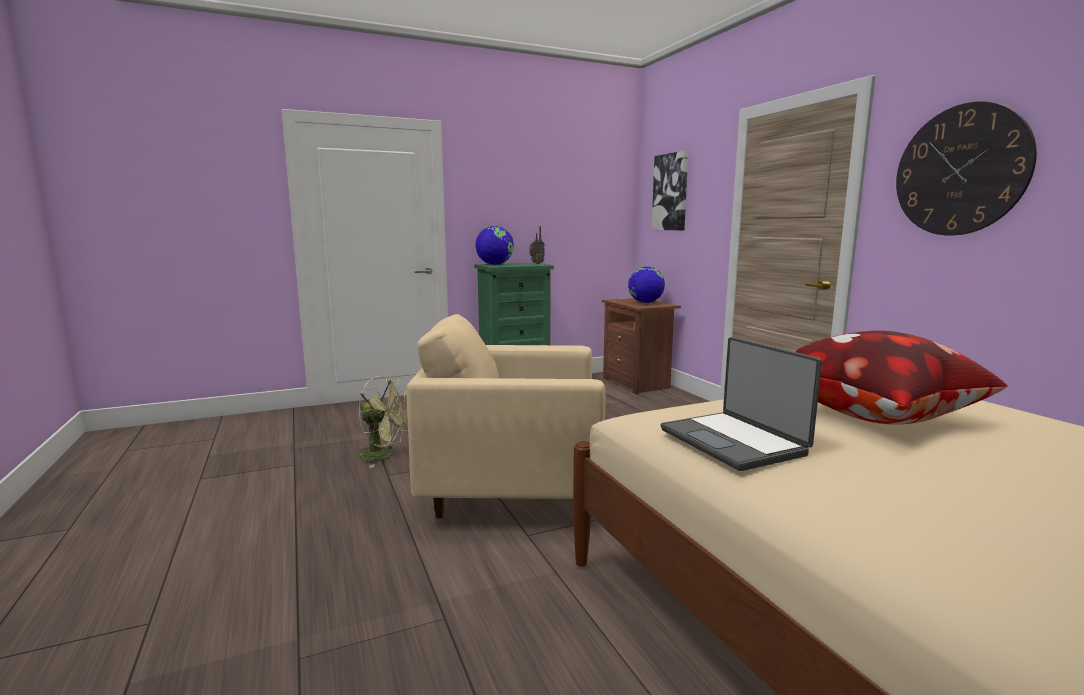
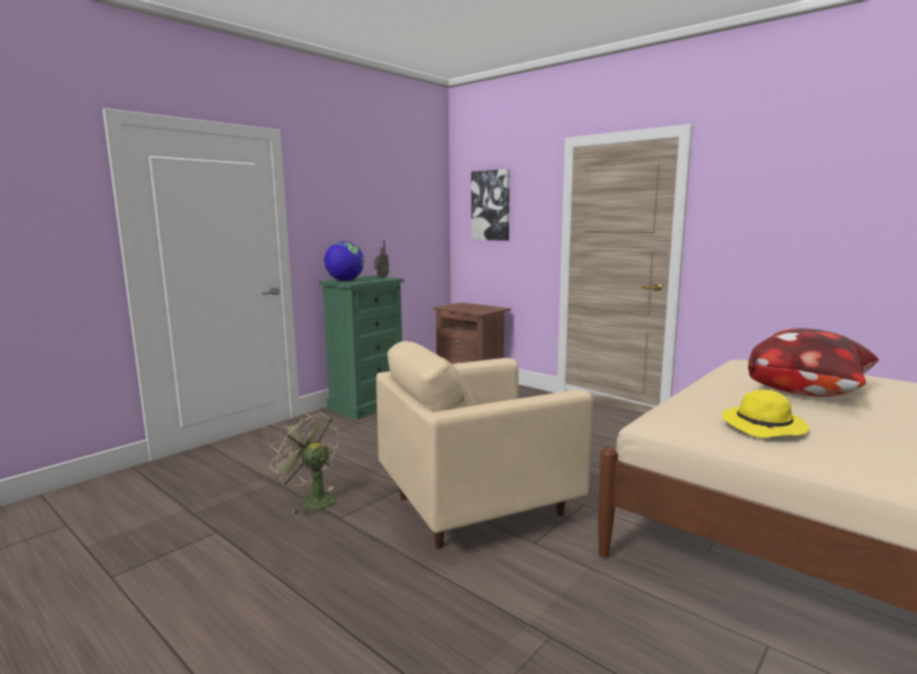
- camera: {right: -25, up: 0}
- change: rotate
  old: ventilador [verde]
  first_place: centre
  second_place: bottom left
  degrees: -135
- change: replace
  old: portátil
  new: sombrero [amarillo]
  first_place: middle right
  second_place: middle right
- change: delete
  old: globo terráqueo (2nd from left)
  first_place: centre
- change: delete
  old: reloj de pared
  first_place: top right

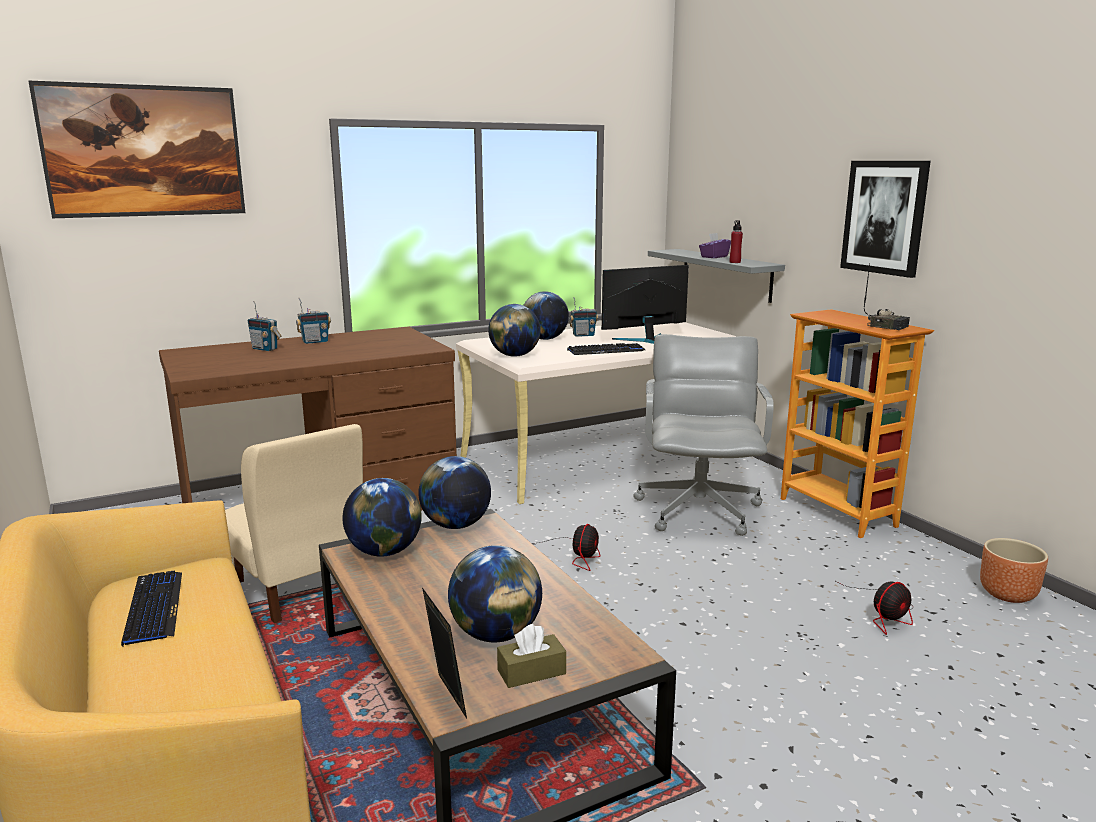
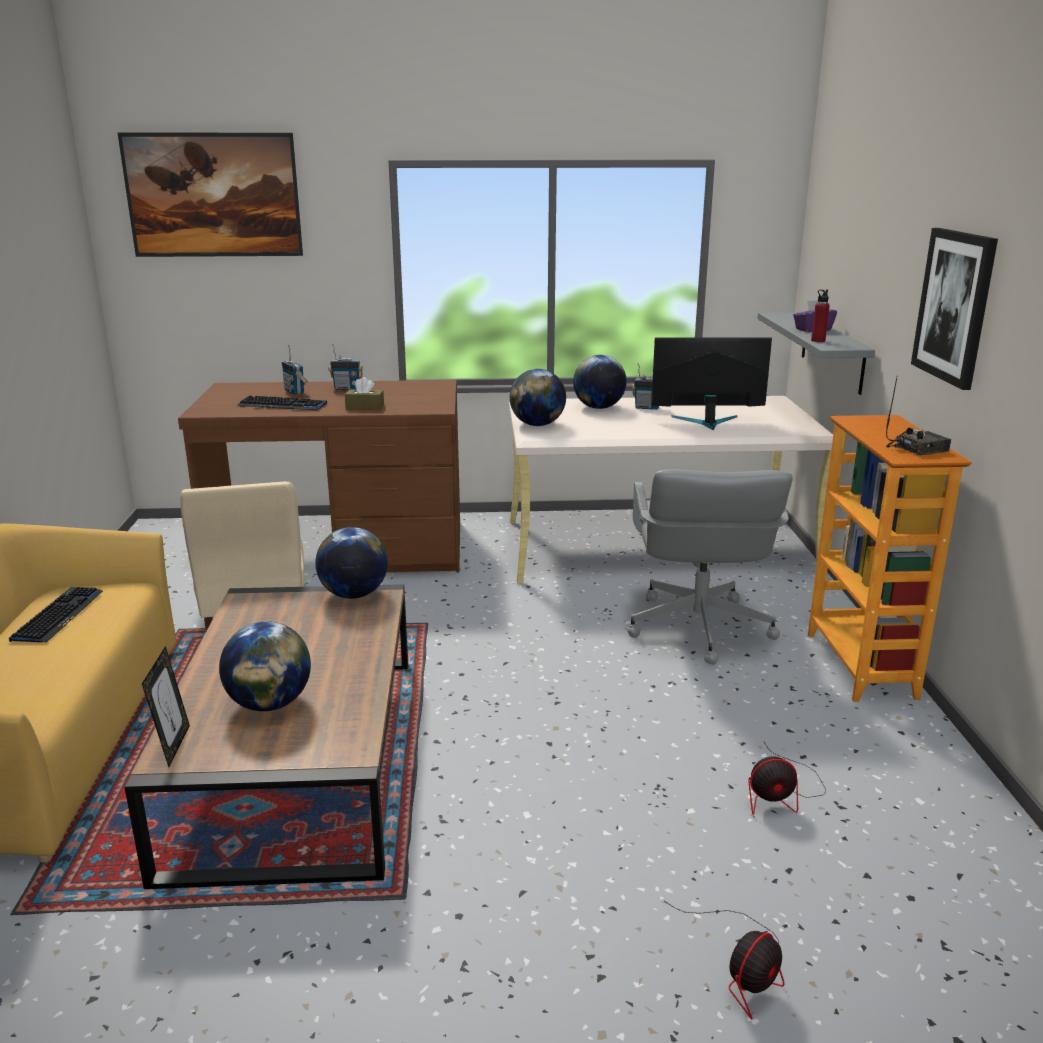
- camera: {right: 25, up: 5}
- change: move
  old: teclado (2nd from left)
  first_place: centre
  second_place: middle left
- change: move
  old: caja de pañuelos [marrón]
  first_place: bottom centre
  second_place: centre
- change: rotate
  old: silla de oficina [gris]
  first_place: centre
  second_place: middle right
  degrees: 150
- change: move
  old: ventilador (1st from left)
  first_place: centre
  second_place: bottom right
- change: rotate
  old: radio (4th from left)
  first_place: middle right
  second_place: middle right
  degrees: -90
- change: delete
  old: globo terráqueo (1st from left)
  first_place: centre
- change: delete
  old: maceta [marrón]
  first_place: bottom right

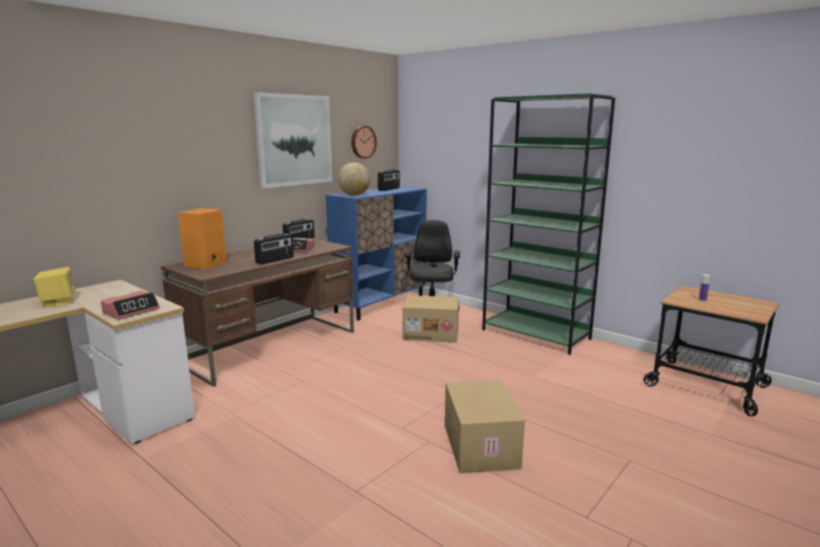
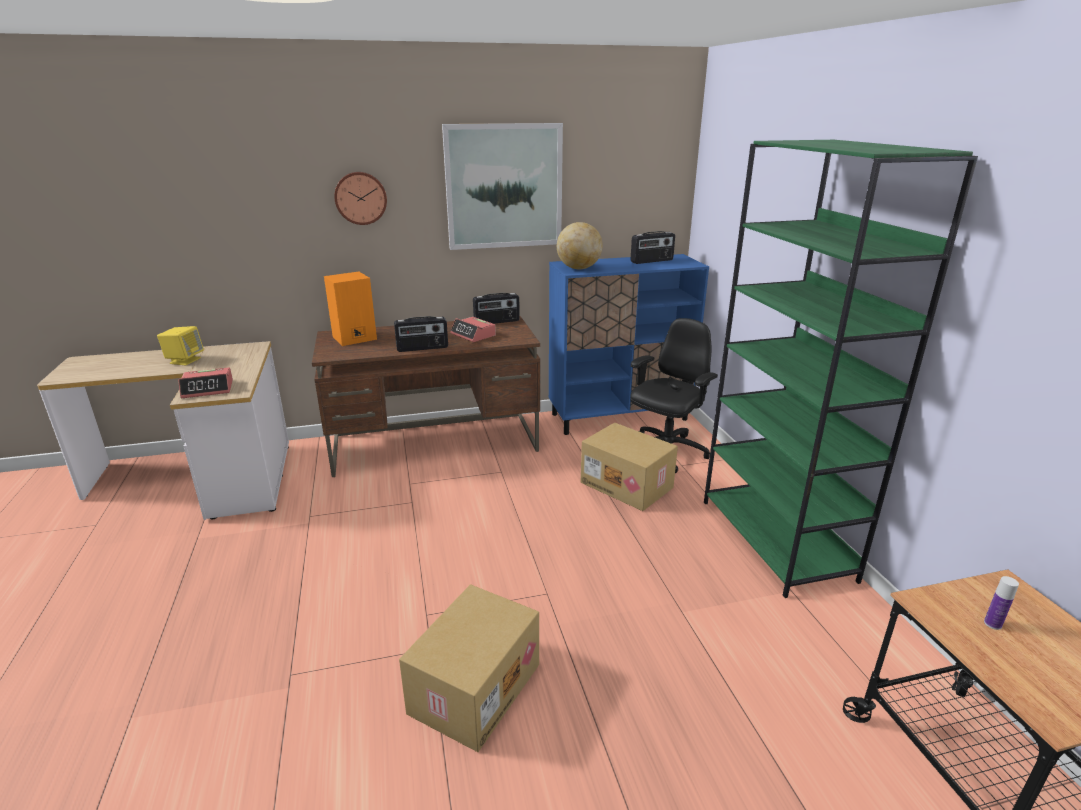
- camera: {right: 35, up: 10}
- change: move
  old: reloj de pared
  first_place: top centre
  second_place: top left

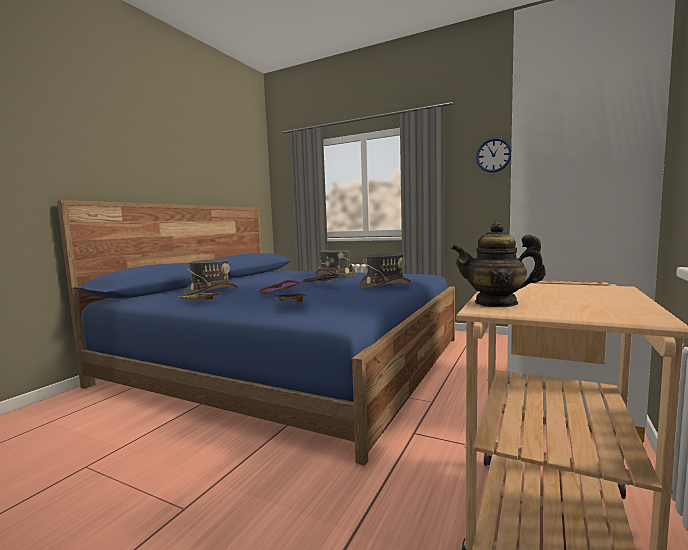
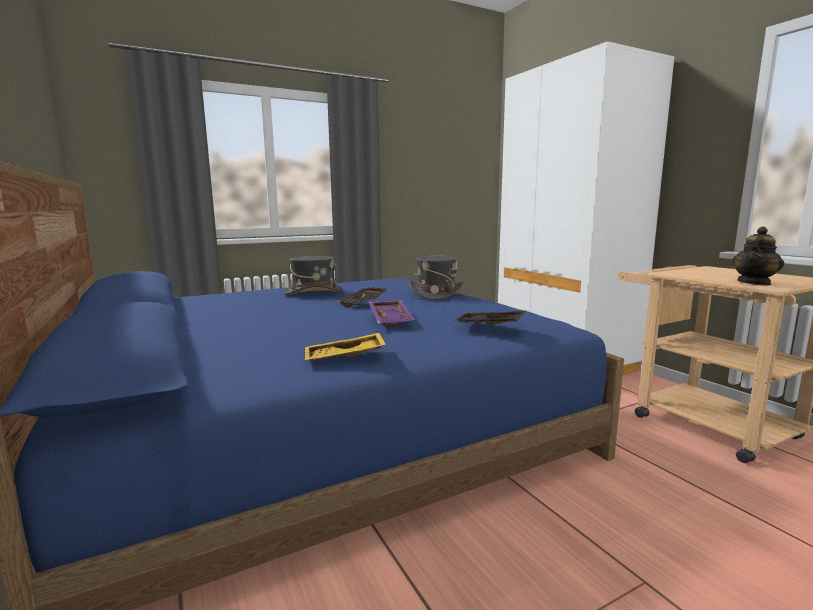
- camera: {right: -55, up: 5}
- change: delete
  old: sombrero [gris] (1st from left)
  first_place: middle left
- change: delete
  old: reloj de pared
  first_place: top right

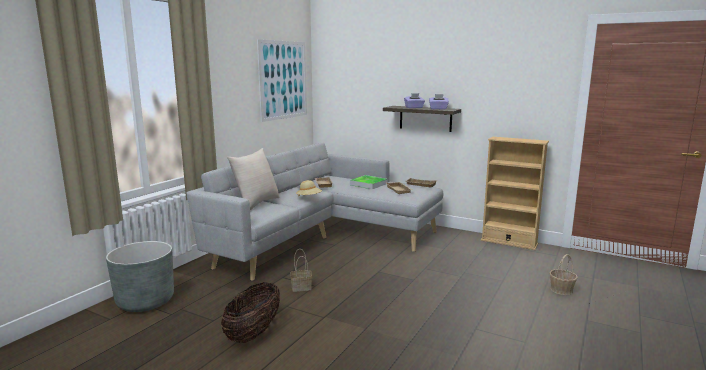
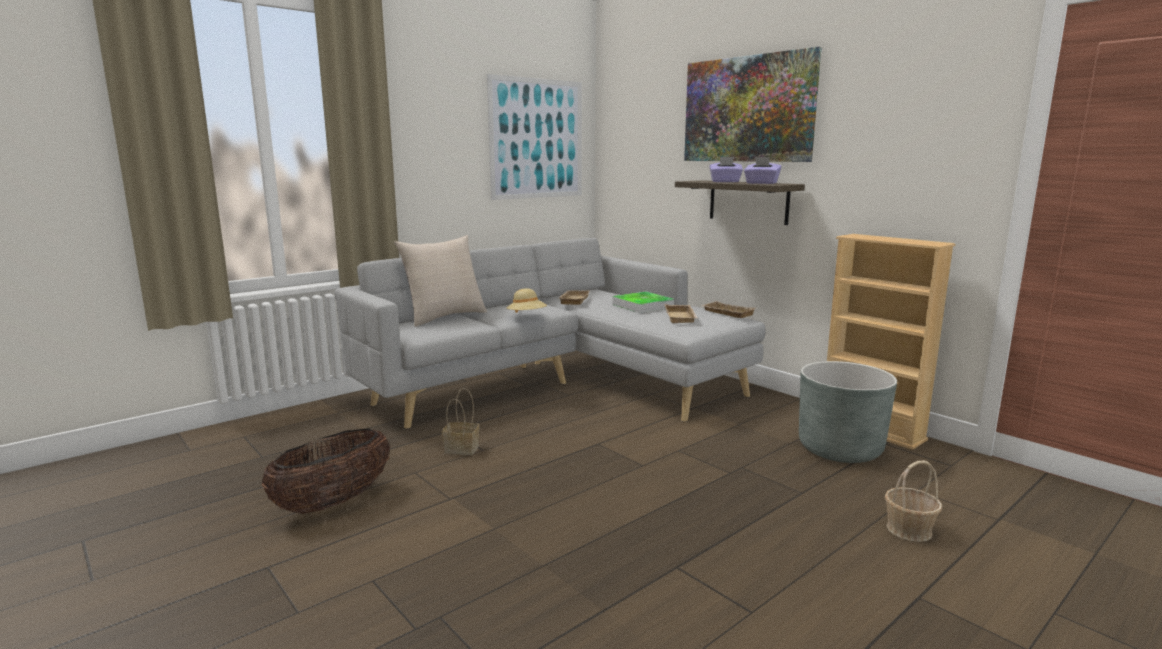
- camera: {right: 20, up: 0}
- change: insert
  new: cuadro (2nd from left)
  second_place: top centre
- change: move
  old: maceta [gris]
  first_place: bottom left
  second_place: middle right

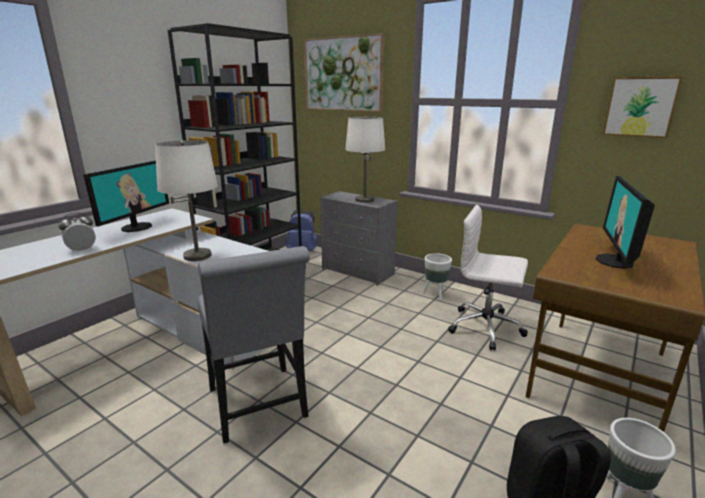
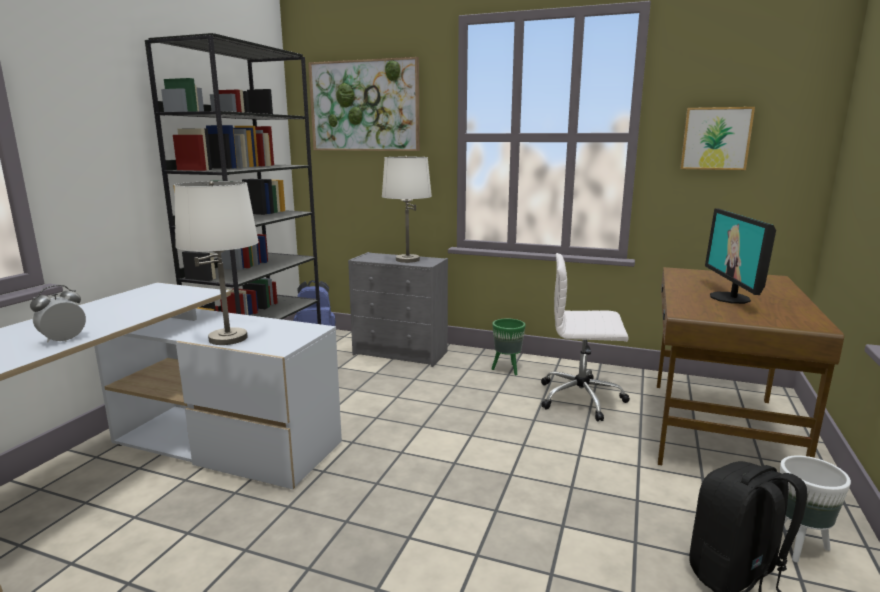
- camera: {right: -15, up: -5}
- change: recolor
  old: maceta [blanco] (1st from left)
  new: maceta [verde]
  first_place: centre
  second_place: centre
- change: delete
  old: monitor (1st from left)
  first_place: middle left
- change: delete
  old: silla [gris]
  first_place: bottom centre

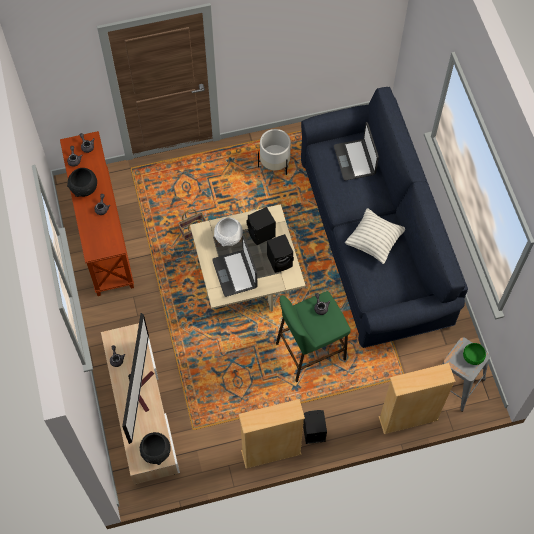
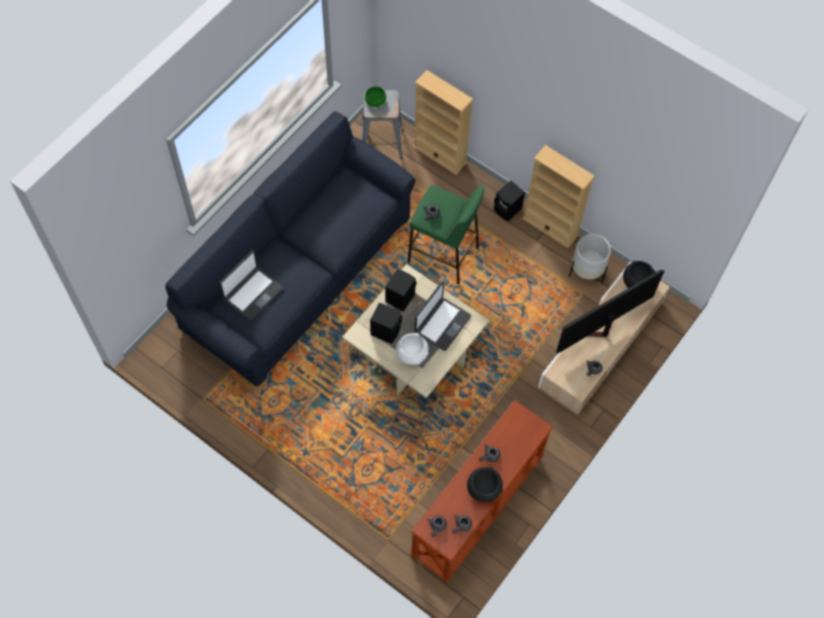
- camera: {right: -130, up: 0}
- change: move
  old: maceta [blanco]
  first_place: top centre
  second_place: middle right
- change: delete
  old: cojín
  first_place: middle right

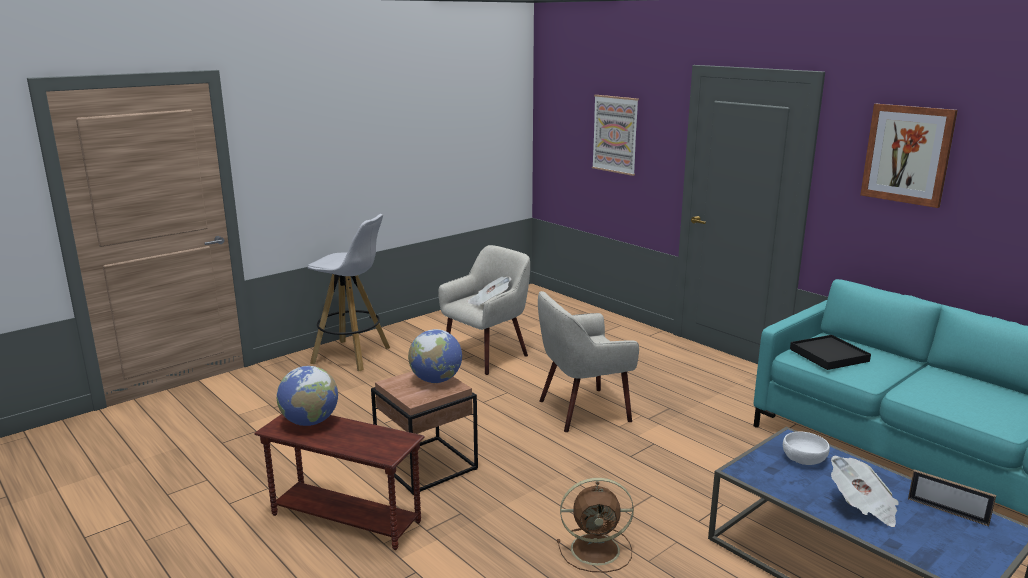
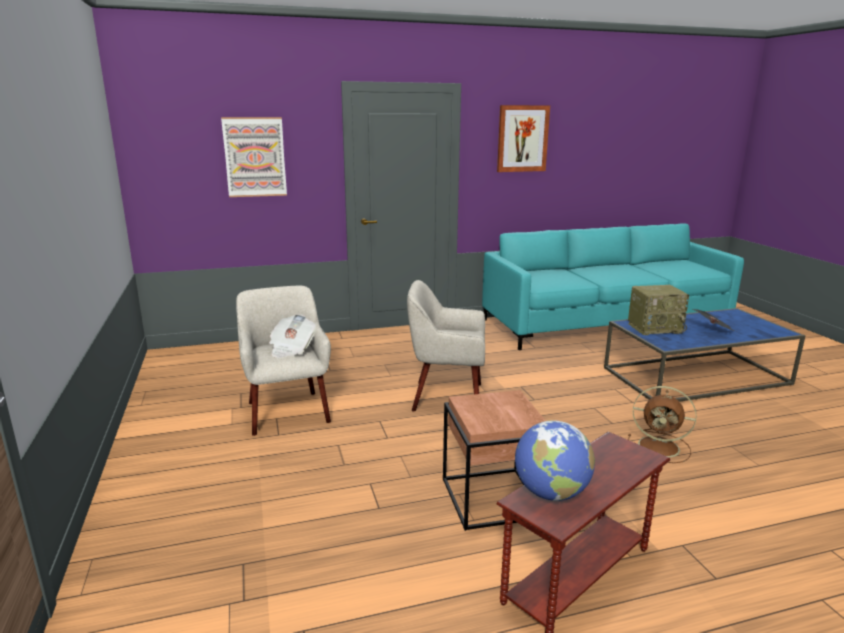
- camera: {right: -65, up: 0}
- change: rotate
  old: sillón [beis] (2nd from left)
  first_place: centre
  second_place: centre
  degrees: 90
- change: replace
  old: cuenco [blanco]
  new: radio
  first_place: bottom right
  second_place: middle right
- change: rotate
  old: ventilador [marrón]
  first_place: bottom centre
  second_place: bottom right
  degrees: 90
- change: delete
  old: taburete [blanco]
  first_place: centre
- change: delete
  old: globo terráqueo (2nd from left)
  first_place: centre
- change: delete
  old: bandeja [negro]
  first_place: middle right
- change: delete
  old: portarretratos
  first_place: bottom right

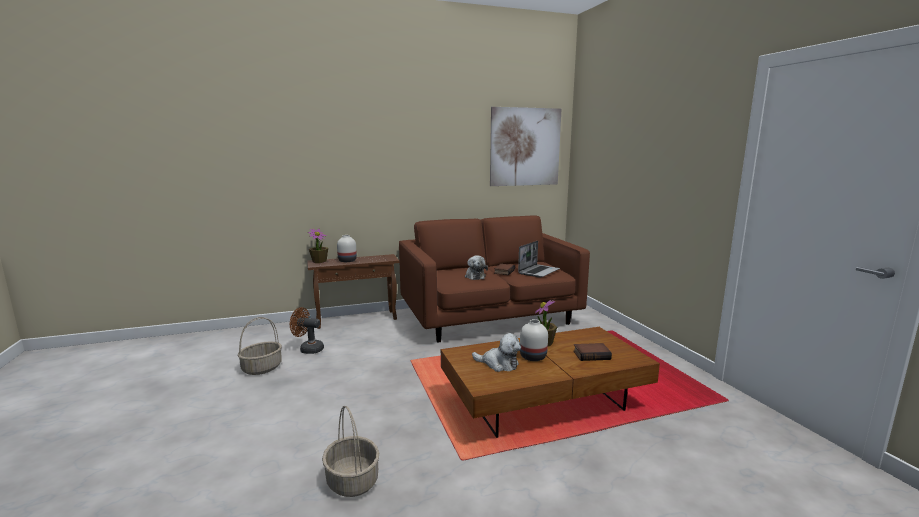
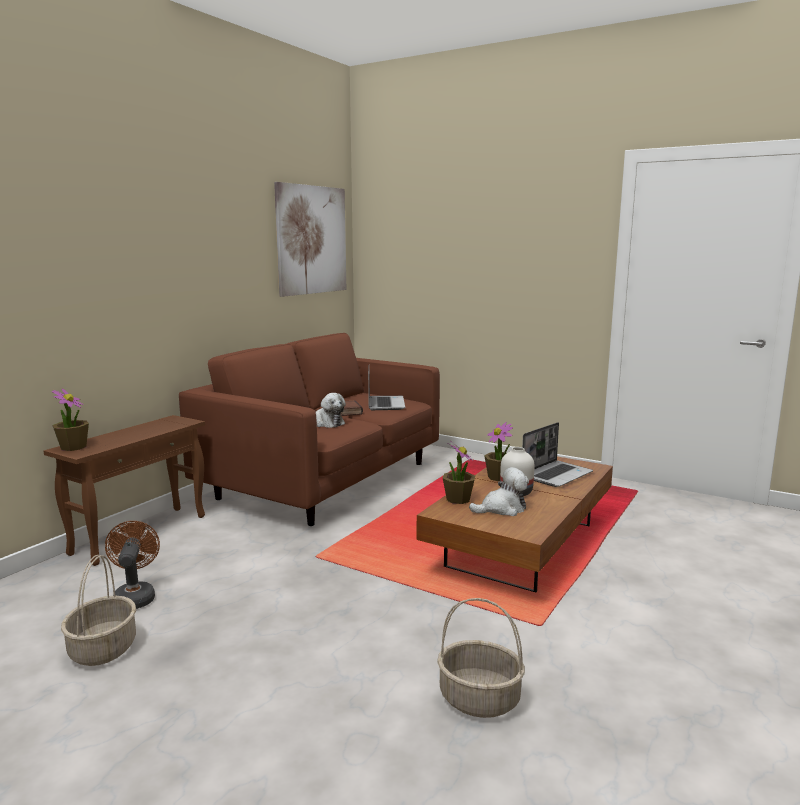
- camera: {right: -40, up: 0}
- change: rotate
  old: ventilador [marrón]
  first_place: centre
  second_place: bottom left
  degrees: 105
- change: insert
  new: planta en maceta (2nd from left)
  second_place: centre
- change: replace
  old: libro (2nd from left)
  new: portátil (2nd from left)
  first_place: bottom centre
  second_place: middle right
- change: delete
  old: florero [blanco] (1st from left)
  first_place: centre

